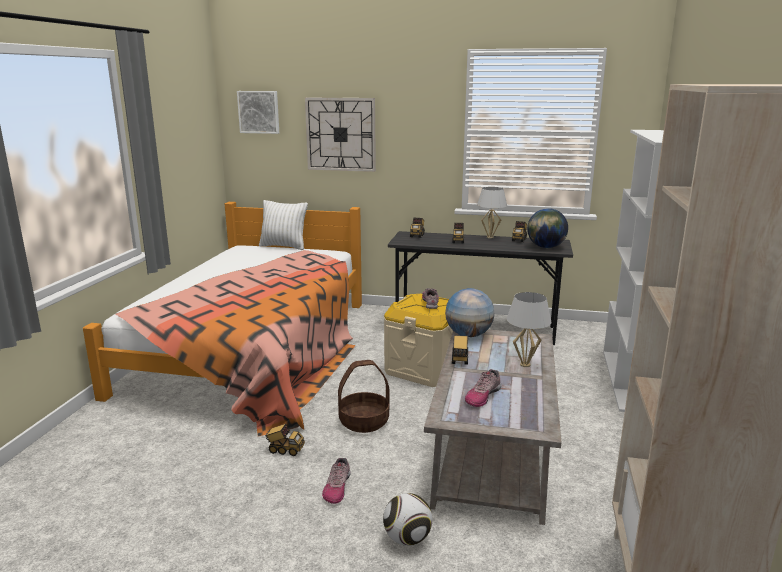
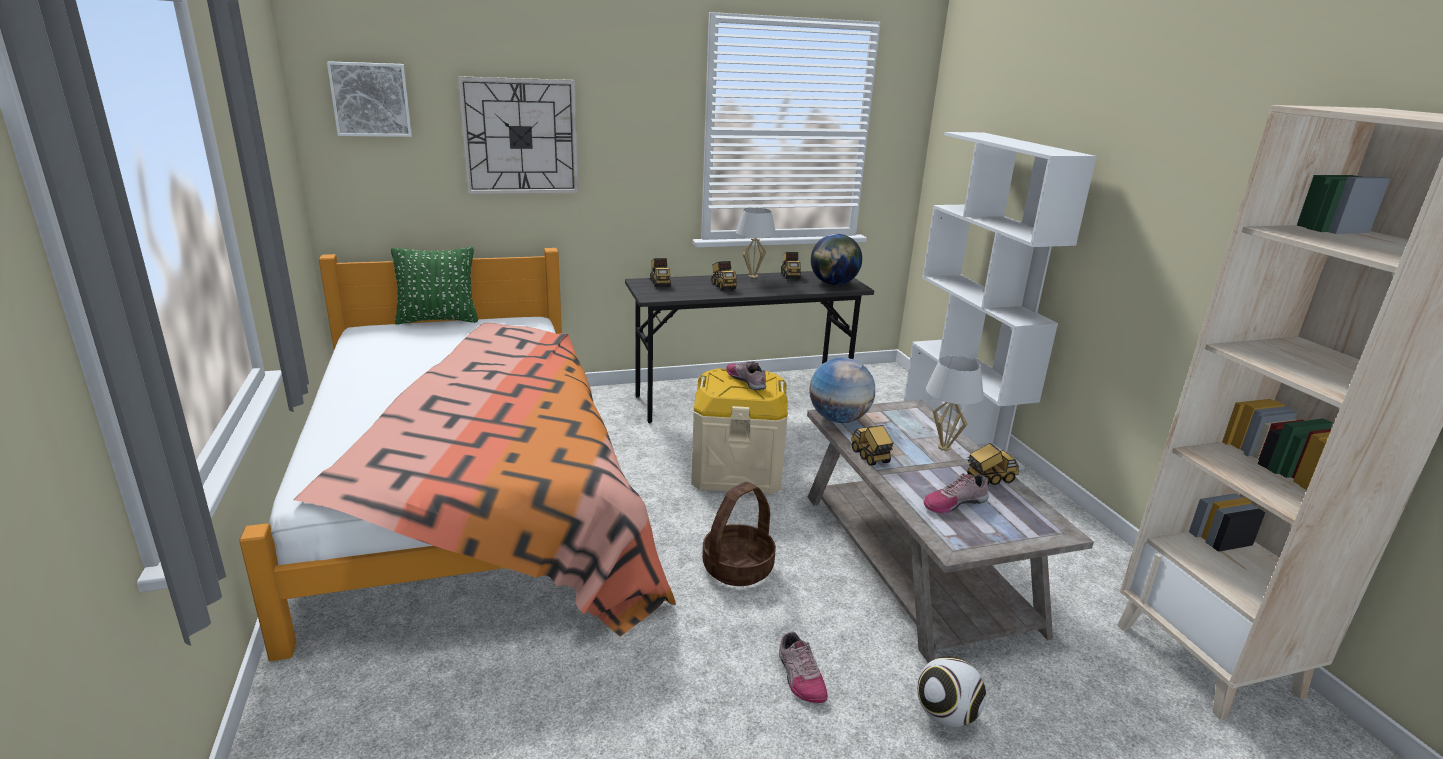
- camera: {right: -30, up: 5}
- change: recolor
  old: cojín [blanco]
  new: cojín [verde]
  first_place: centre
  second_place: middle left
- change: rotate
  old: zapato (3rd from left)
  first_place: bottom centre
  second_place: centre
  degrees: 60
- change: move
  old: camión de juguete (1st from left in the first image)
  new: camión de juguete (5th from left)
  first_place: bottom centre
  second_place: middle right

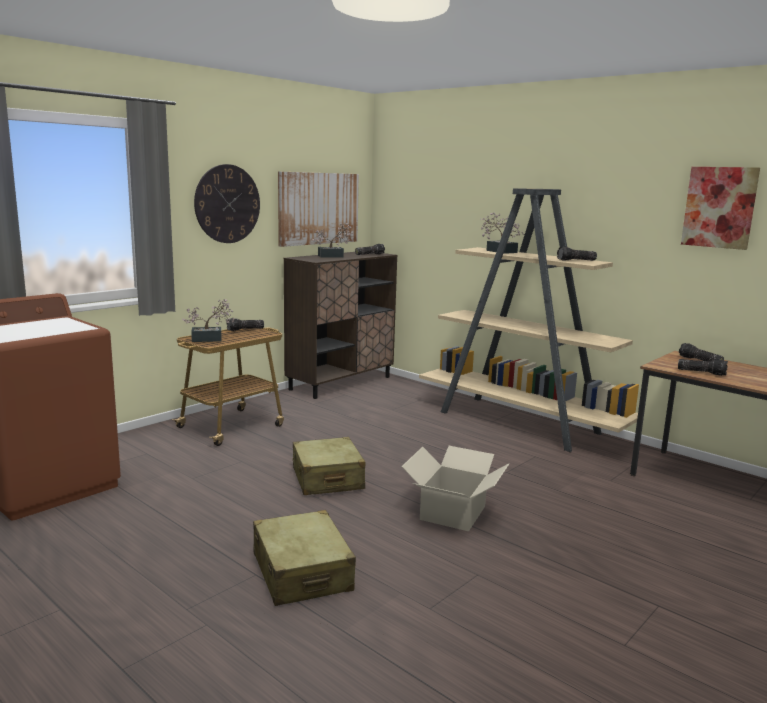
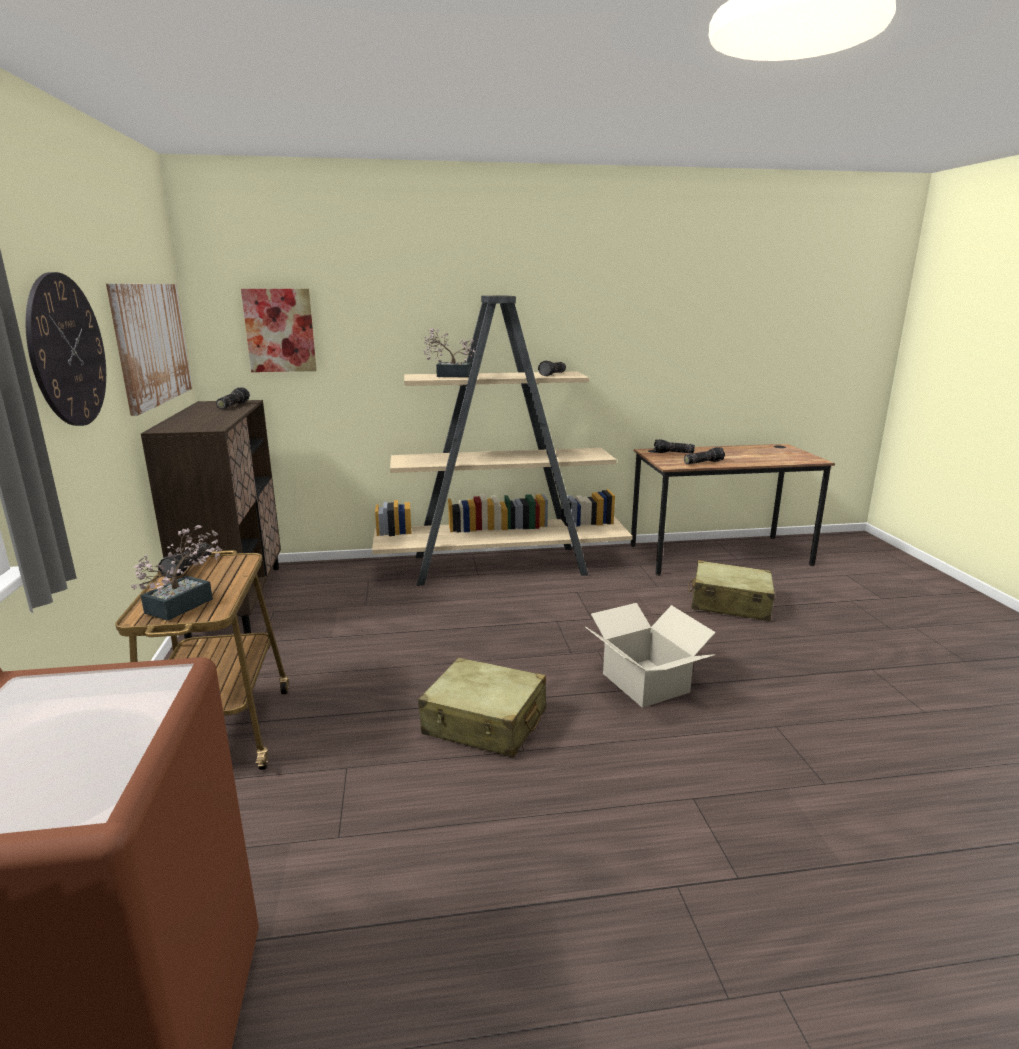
- camera: {right: -50, up: 5}
- change: move
  old: cuadro (2nd from left)
  first_place: top right
  second_place: top left
- change: move
  old: maleta [beis] (1st from left in the first image)
  new: maleta [beis] (2nd from left)
  first_place: bottom centre
  second_place: middle right
- change: delete
  old: planta en maceta (2nd from left)
  first_place: centre

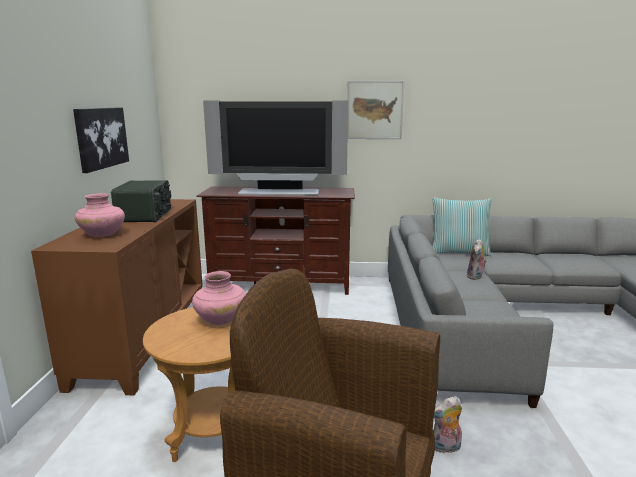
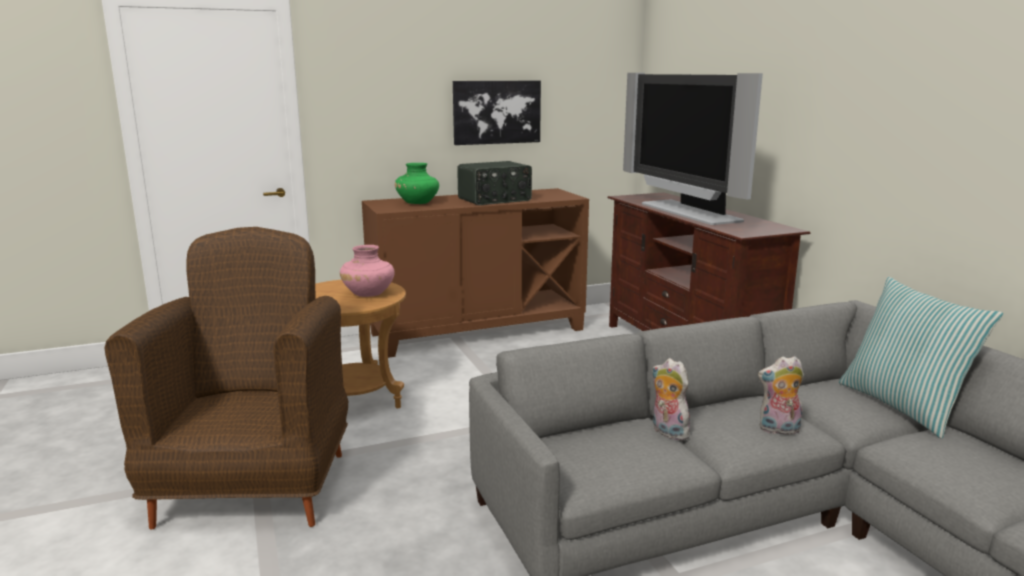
- camera: {right: 65, up: 0}
- change: recolor
  old: florero [rosa] (1st from left)
  new: florero [verde]
  first_place: middle left
  second_place: top centre
- change: move
  old: peluche (1st from left)
  first_place: bottom right
  second_place: bottom centre
- change: delete
  old: cuadro (2nd from left)
  first_place: top centre

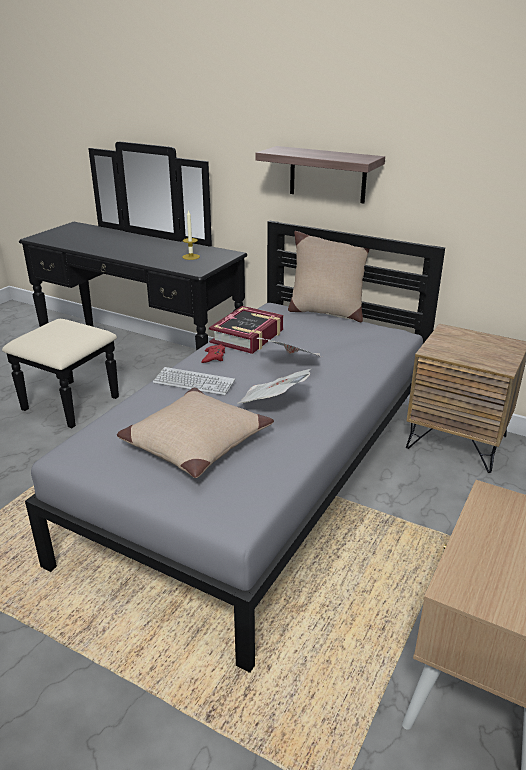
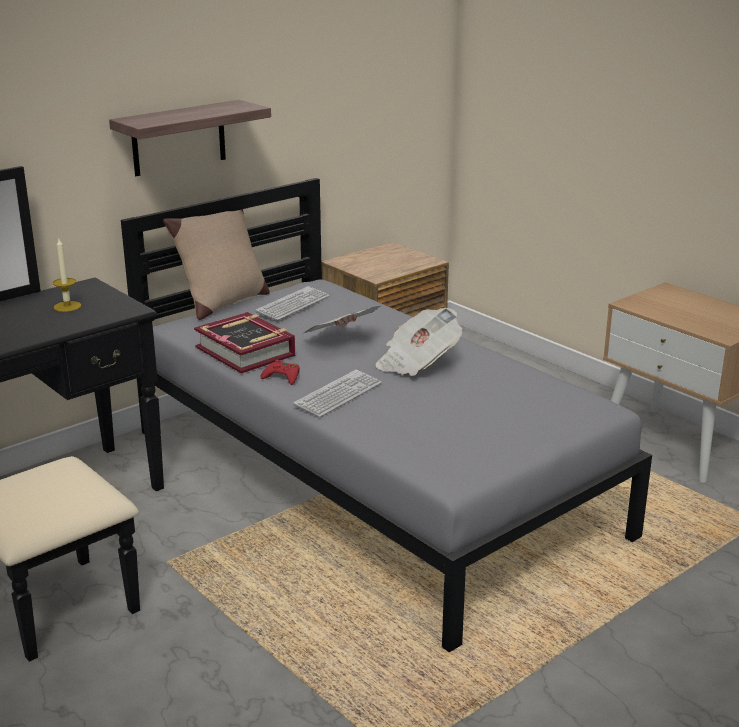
- camera: {right: -70, up: -5}
- change: insert
  new: teclado (1st from left)
  second_place: centre
- change: delete
  old: cojín [beis] (1st from left)
  first_place: centre

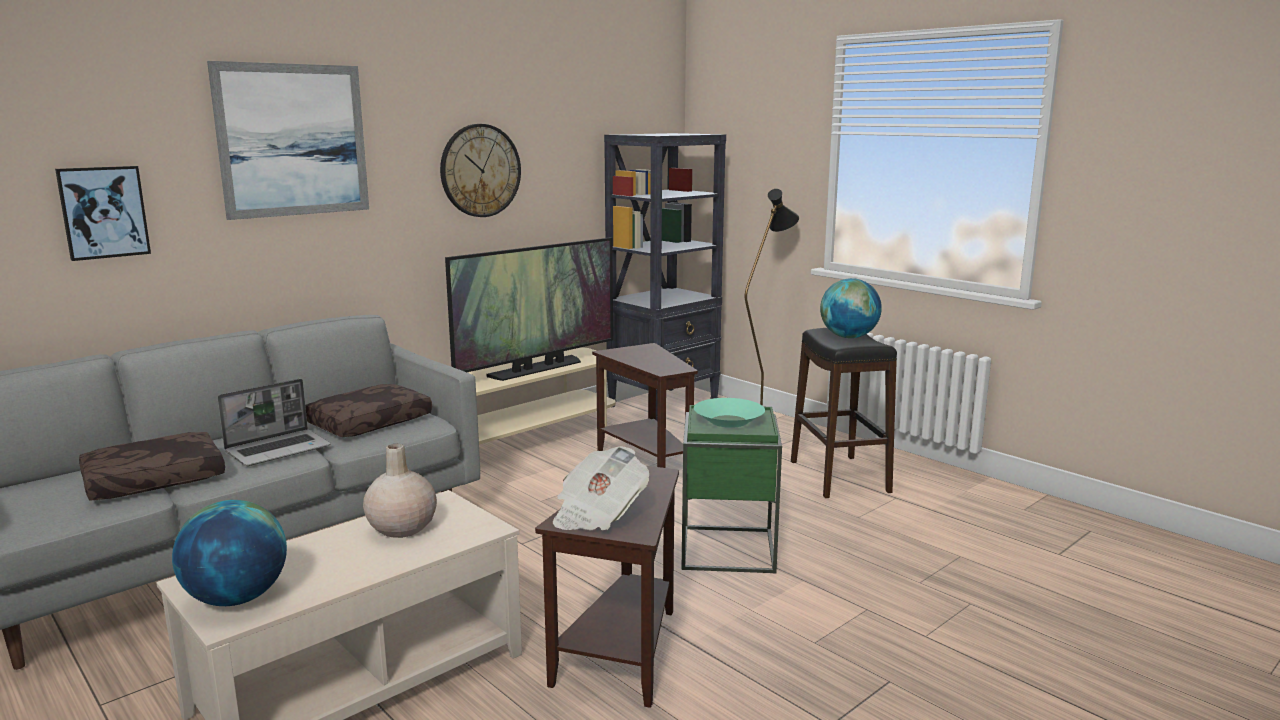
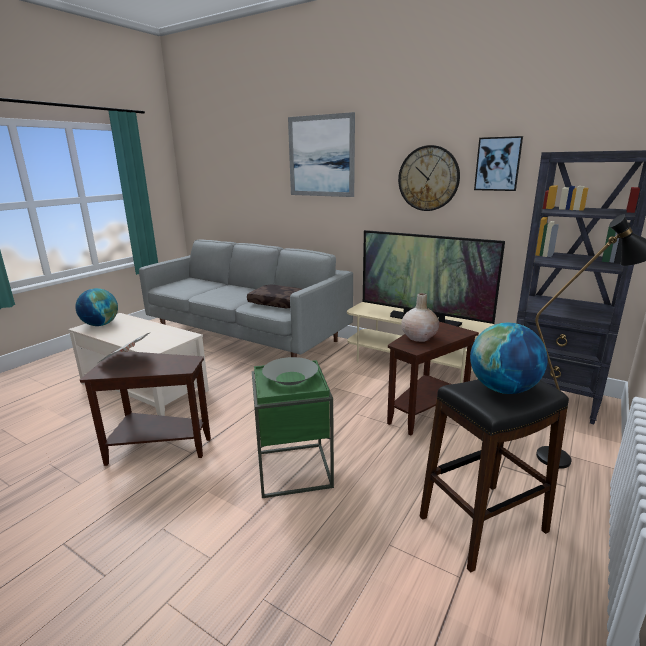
- camera: {right: 75, up: 5}
- change: recolor
  old: cuenco [turquesa]
  new: cuenco [gris]
  first_place: centre
  second_place: centre
- change: move
  old: florero [beis]
  first_place: bottom left
  second_place: centre
- change: move
  old: cuadro (1st from left in the first image)
  new: cuadro (2nd from left)
  first_place: top left
  second_place: top right
- change: delete
  old: cojín [marrón] (1st from left)
  first_place: middle left
- change: delete
  old: portátil
  first_place: middle left

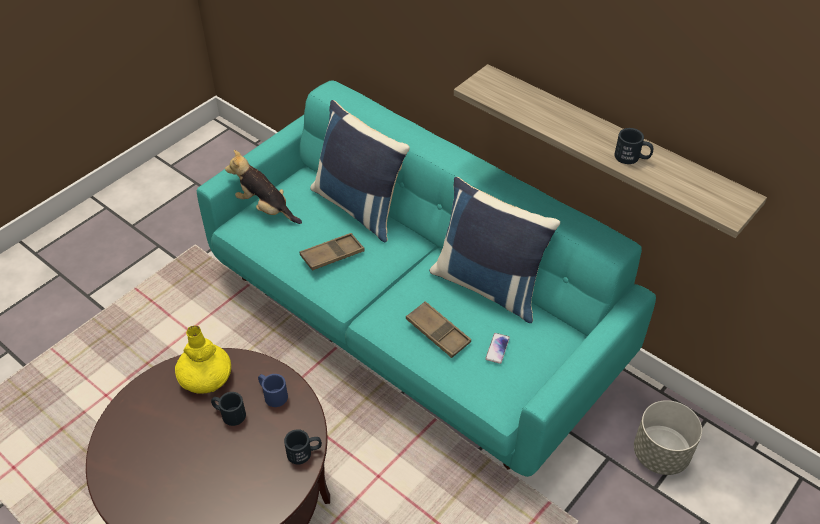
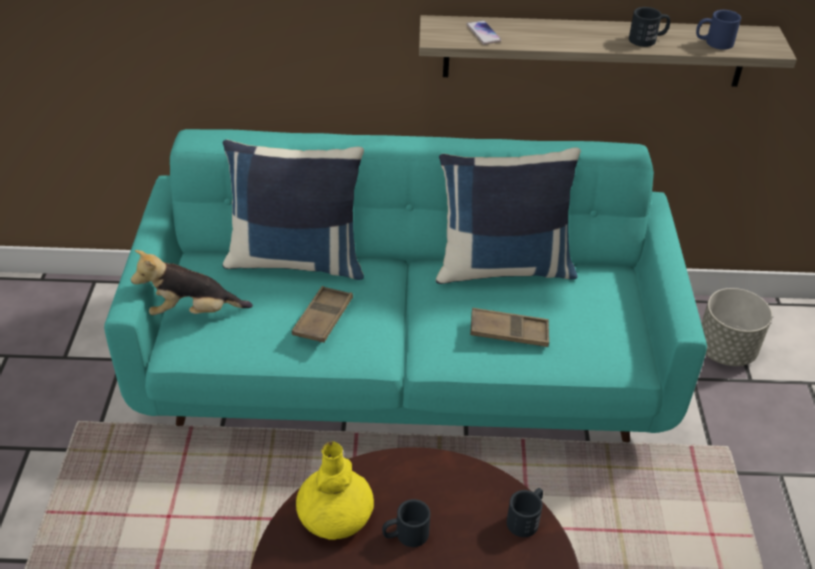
- camera: {right: -40, up: -5}
- change: move
  old: móvil
  first_place: centre
  second_place: top centre
- change: move
  old: taza grande [azul]
  first_place: bottom left
  second_place: top right

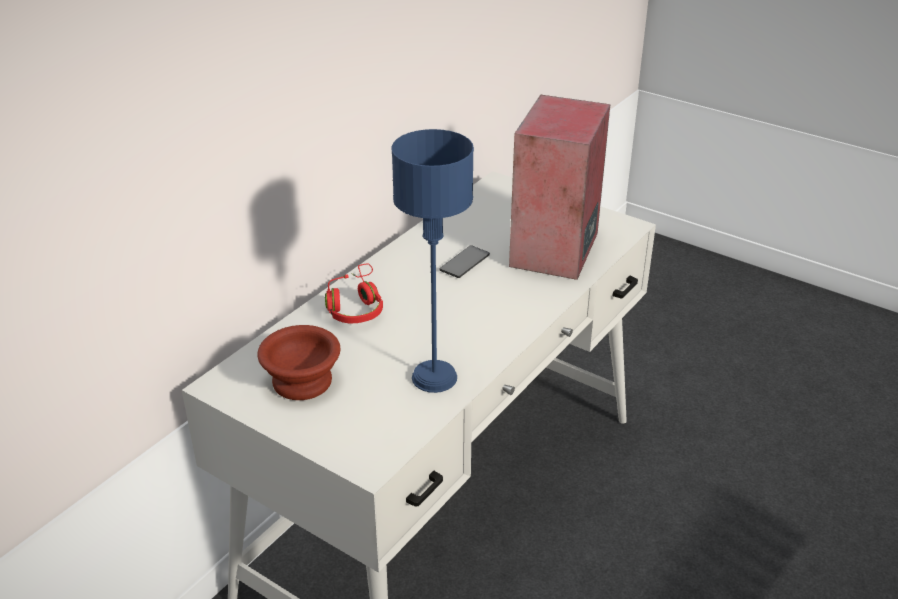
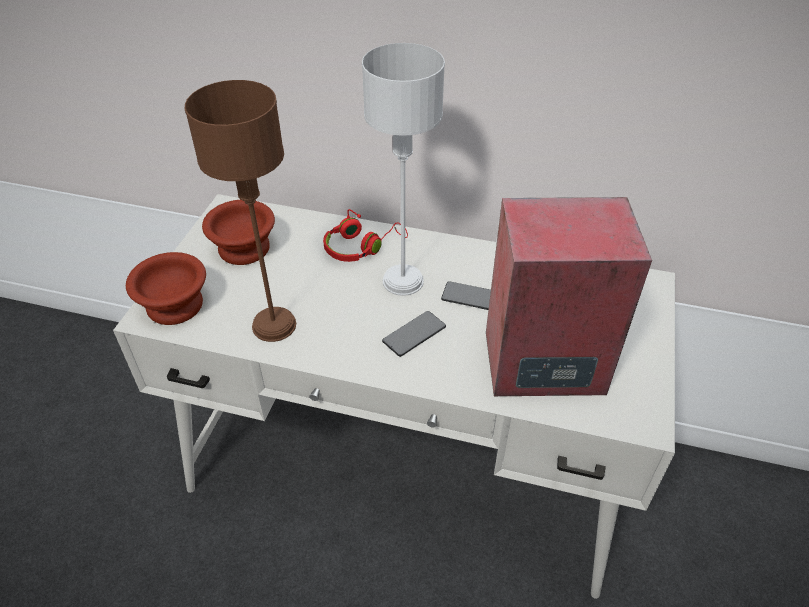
- camera: {right: 70, up: 10}
- change: insert
  new: cuenco [marrón] (1st from left)
  second_place: middle left
- change: recolor
  old: lámpara de mesa [azul]
  new: lámpara de mesa [marrón]
  first_place: centre
  second_place: middle left
- change: insert
  new: lámpara de mesa [gris]
  second_place: top centre
- change: insert
  new: móvil (1st from left)
  second_place: centre

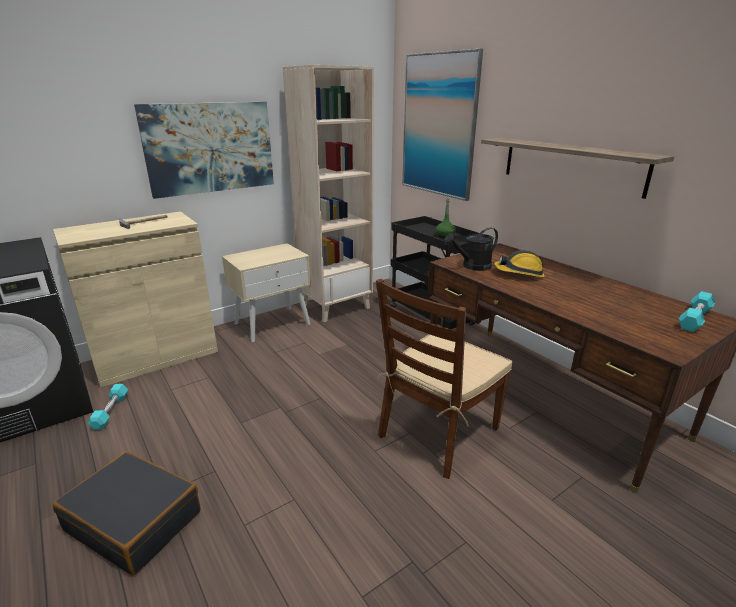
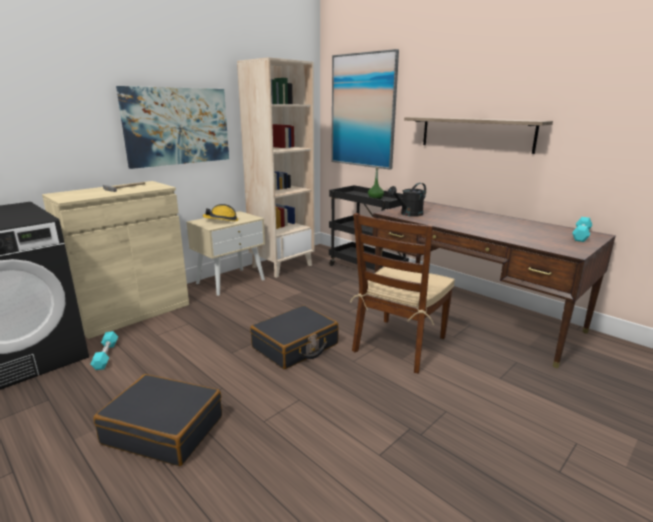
- camera: {right: -10, up: -5}
- change: move
  old: casco
  first_place: middle right
  second_place: centre
- change: insert
  new: maleta [negro] (2nd from left)
  second_place: centre

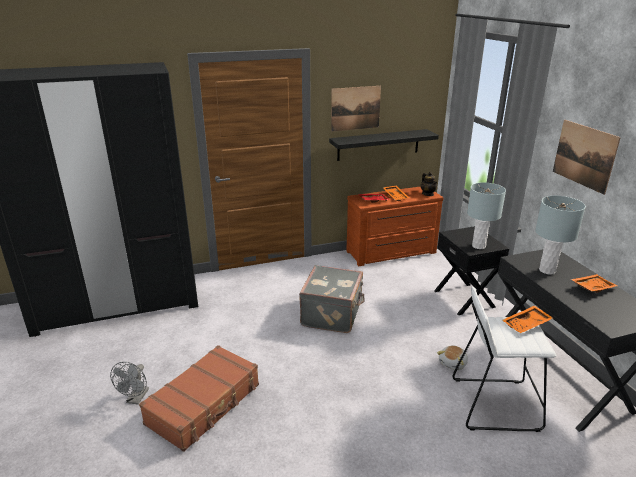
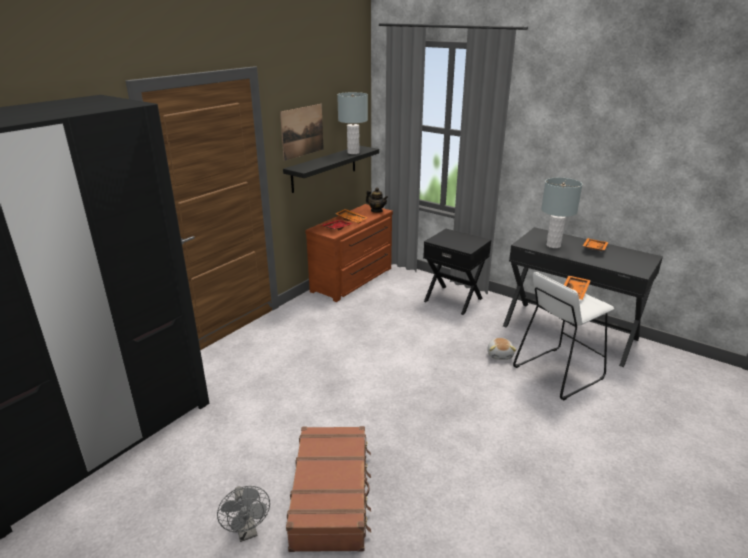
- camera: {right: -35, up: 0}
- change: move
  old: lámpara de mesa [gris] (1st from left)
  first_place: middle right
  second_place: top centre
- change: delete
  old: maleta [gris]
  first_place: centre
- change: delete
  old: cuadro (2nd from left)
  first_place: top right

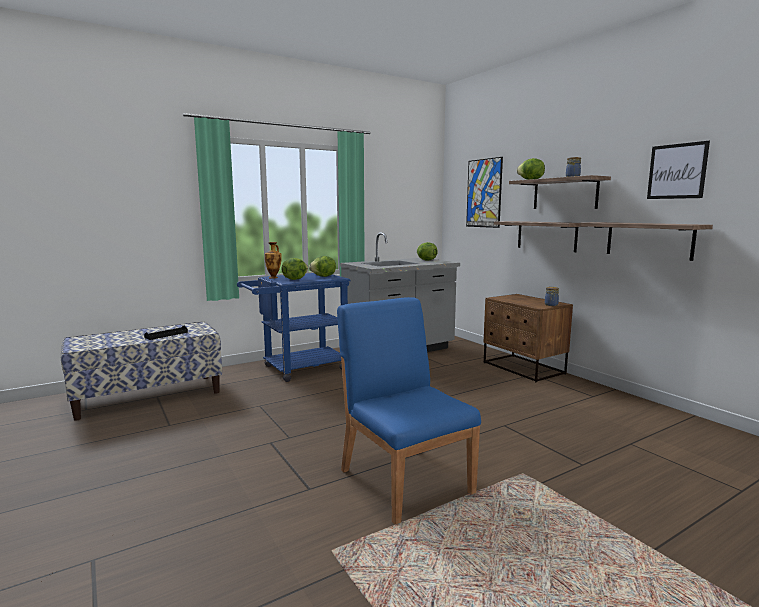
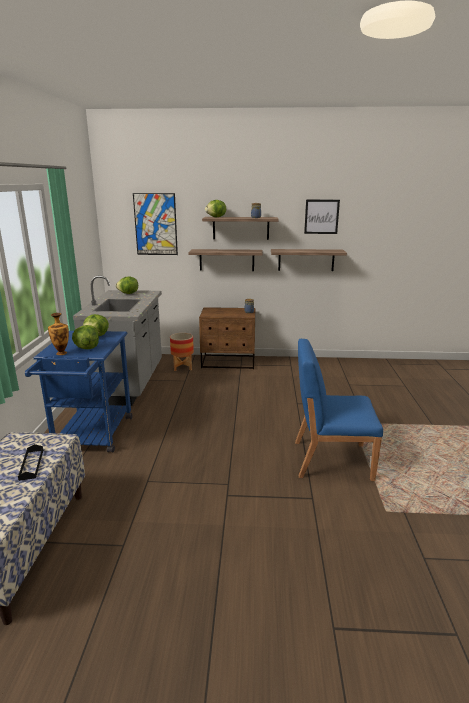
- camera: {right: -55, up: 10}
- change: insert
  new: maceta
  second_place: centre

